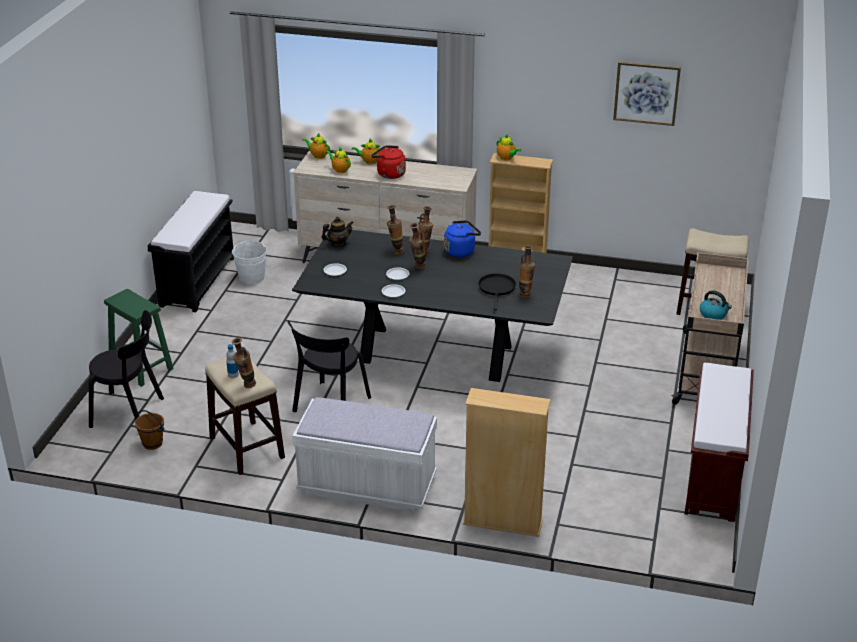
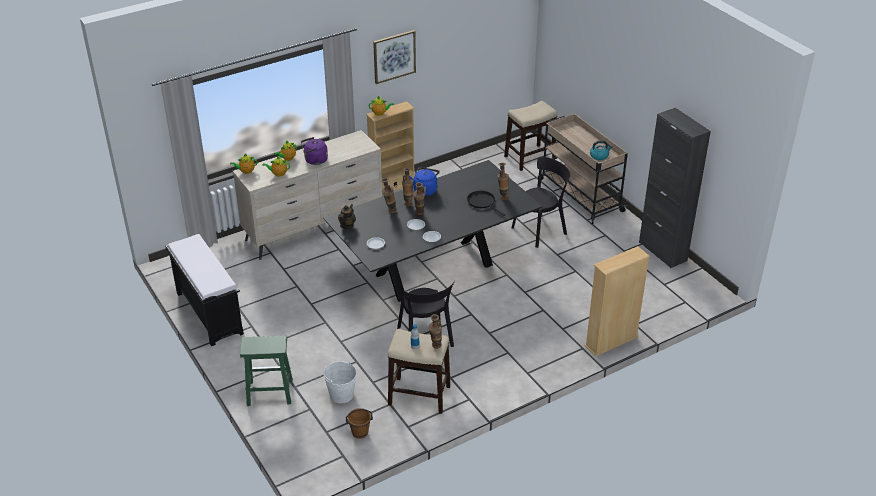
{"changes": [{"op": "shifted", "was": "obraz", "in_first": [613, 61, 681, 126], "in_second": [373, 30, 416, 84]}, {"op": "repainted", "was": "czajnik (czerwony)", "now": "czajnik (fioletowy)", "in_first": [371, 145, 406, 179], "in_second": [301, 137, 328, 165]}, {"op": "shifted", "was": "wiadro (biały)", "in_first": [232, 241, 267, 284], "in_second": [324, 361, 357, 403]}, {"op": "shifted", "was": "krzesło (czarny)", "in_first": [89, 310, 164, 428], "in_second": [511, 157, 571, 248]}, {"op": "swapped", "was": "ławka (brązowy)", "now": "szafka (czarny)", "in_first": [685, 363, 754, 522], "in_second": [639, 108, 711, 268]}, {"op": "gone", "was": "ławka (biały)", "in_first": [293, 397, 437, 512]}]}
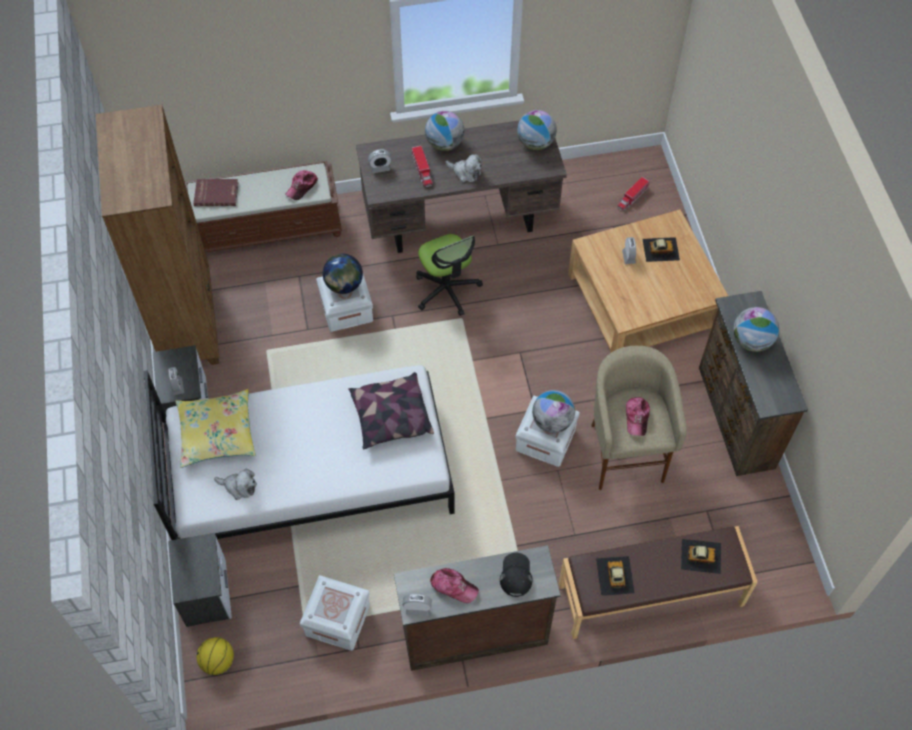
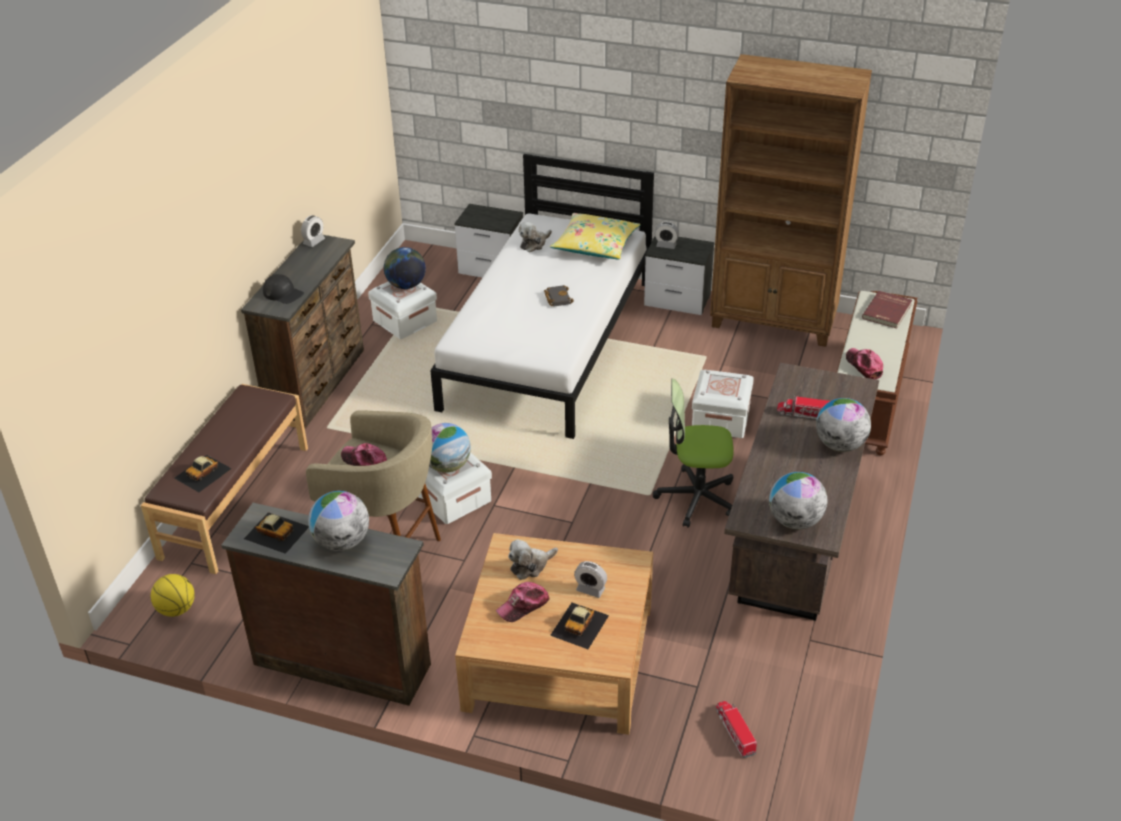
{"changes": [{"op": "gone", "was": "budzik", "in_first": [368, 149, 392, 173]}, {"op": "shifted", "was": "pluszak", "in_first": [445, 154, 482, 182], "in_second": [508, 539, 558, 580]}, {"op": "shifted", "was": "globus", "in_first": [323, 254, 363, 294], "in_second": [384, 247, 426, 289]}, {"op": "gone", "was": "poduszka", "in_first": [348, 372, 434, 449]}, {"op": "shifted", "was": "samochodzik", "in_first": [596, 556, 635, 596], "in_second": [244, 512, 309, 554]}, {"op": "shifted", "was": "czapka z daszkiem", "in_first": [430, 568, 479, 603], "in_second": [496, 582, 550, 622]}, {"op": "shifted", "was": "piłka do koszykówki", "in_first": [197, 637, 234, 675], "in_second": [151, 574, 195, 617]}, {"op": "new", "now": "książka (czarny)", "in_second": [544, 285, 574, 307]}]}
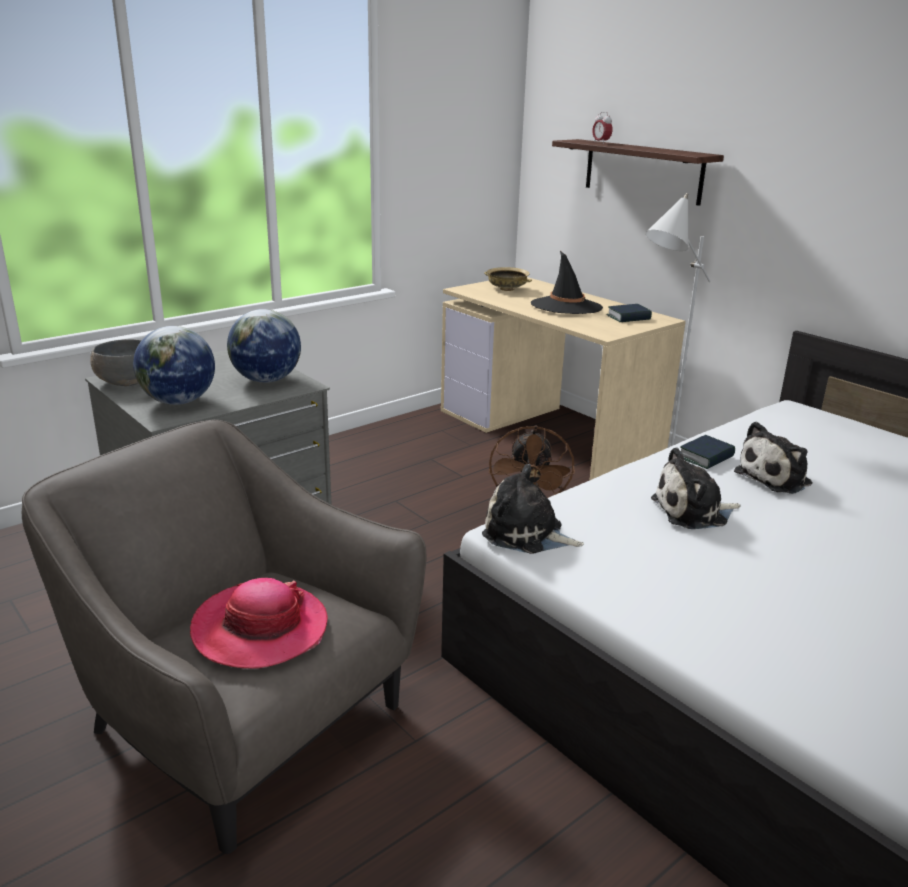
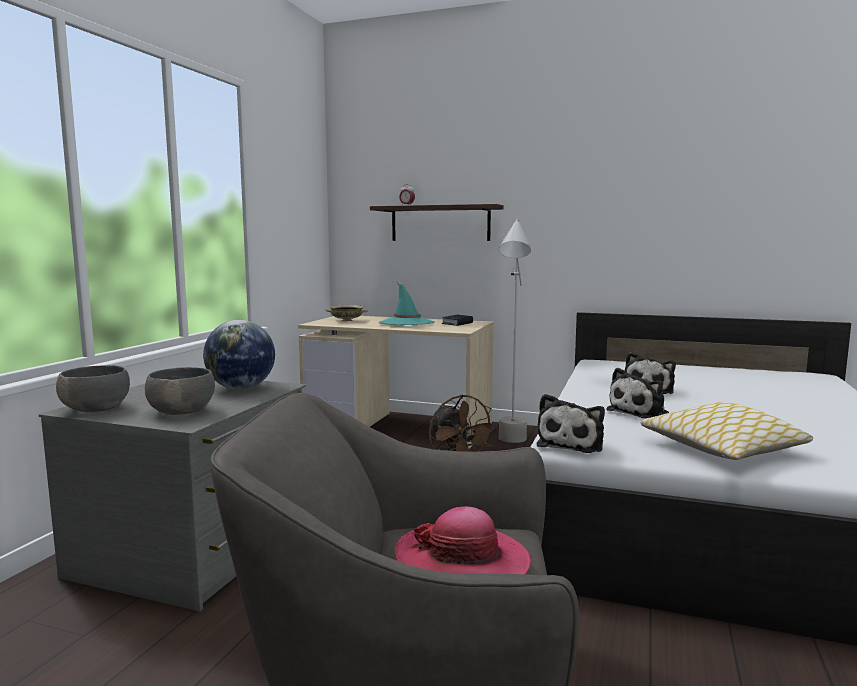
{"changes": [{"op": "repainted", "was": "kapelusz (czarny)", "now": "kapelusz (turkusowy)", "in_first": [531, 251, 603, 314], "in_second": [379, 281, 434, 325]}, {"op": "swapped", "was": "globus", "now": "miska (szary)", "in_first": [133, 326, 215, 405], "in_second": [145, 367, 215, 415]}, {"op": "gone", "was": "książka", "in_first": [680, 435, 735, 469]}, {"op": "rotated", "was": "pluszak", "in_first": [482, 464, 584, 554], "in_second": [537, 394, 605, 453], "clockwise": -60}, {"op": "new", "now": "poduszka", "in_second": [641, 402, 813, 460]}]}
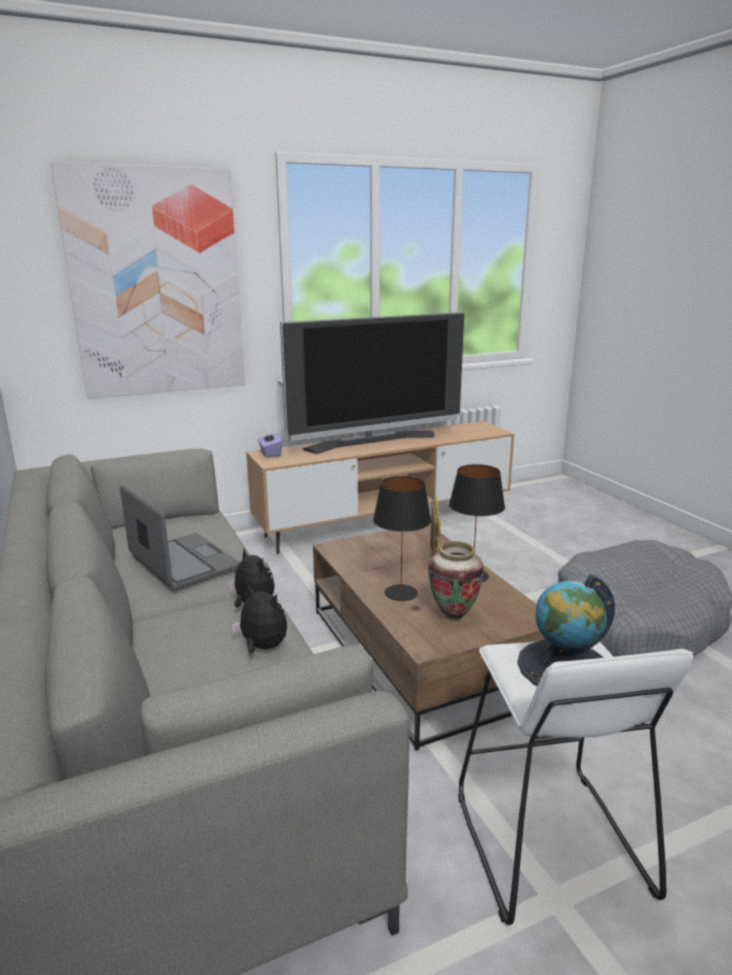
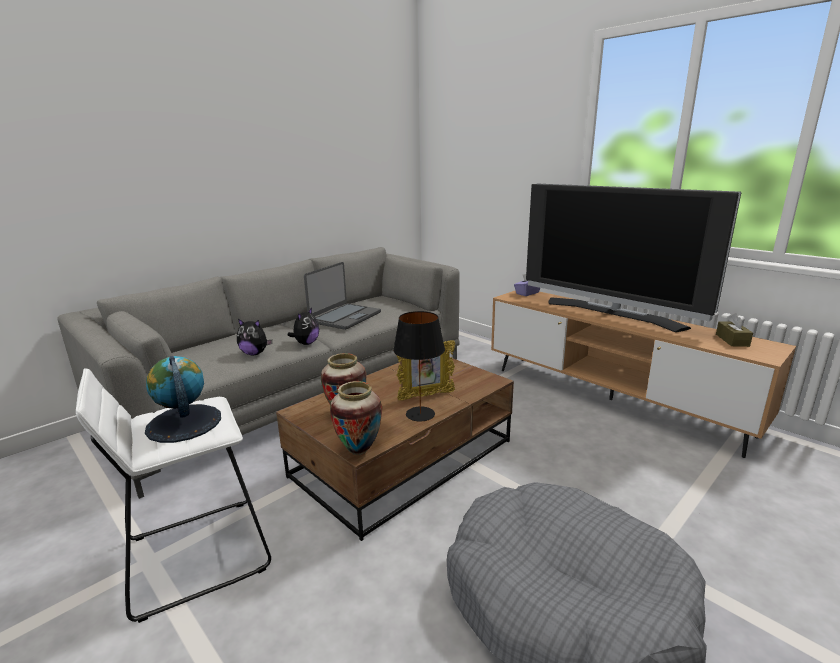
{"changes": [{"op": "gone", "was": "obraz", "in_first": [51, 161, 245, 399]}, {"op": "gone", "was": "lampa stołowa (czarny)", "in_first": [373, 476, 432, 601]}, {"op": "rotated", "was": "pluszak", "in_first": [231, 585, 287, 653], "in_second": [237, 319, 272, 355], "clockwise": 90}, {"op": "new", "now": "pudełko chusteczek (brązowy)", "in_second": [716, 313, 753, 347]}, {"op": "new", "now": "wazon", "in_second": [330, 381, 382, 455]}]}
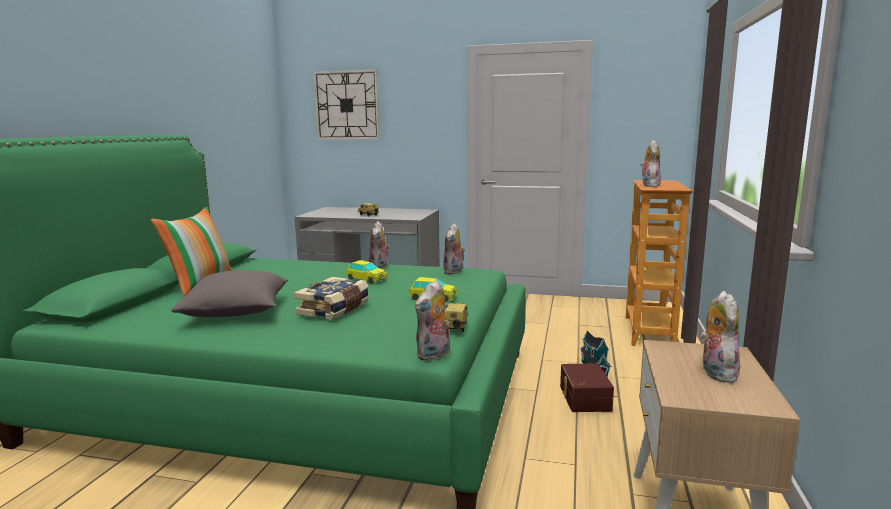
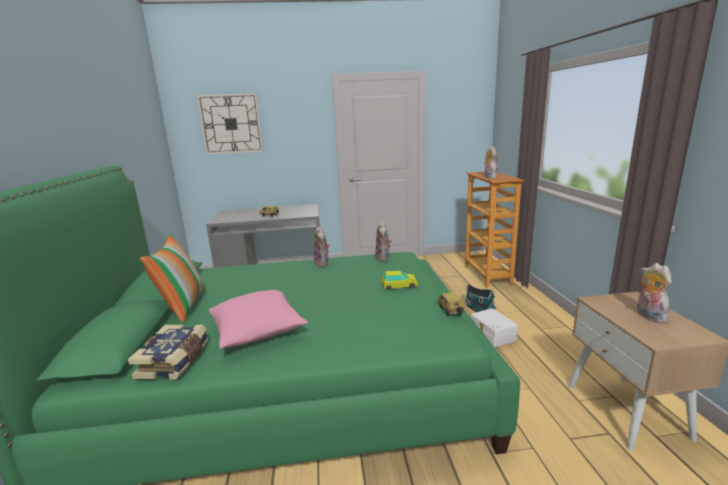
{"changes": [{"op": "gone", "was": "samochodzik", "in_first": [346, 260, 388, 284]}, {"op": "repainted", "was": "poduszka (szary)", "now": "poduszka (różowy)", "in_first": [172, 270, 288, 317], "in_second": [209, 290, 308, 349]}, {"op": "shifted", "was": "książka", "in_first": [294, 277, 369, 320], "in_second": [128, 325, 208, 380]}, {"op": "gone", "was": "pluszak", "in_first": [415, 280, 450, 361]}, {"op": "repainted", "was": "pojemnik do przechowywania (brązowy)", "now": "pojemnik do przechowywania (biały)", "in_first": [560, 363, 614, 412], "in_second": [471, 308, 518, 347]}]}
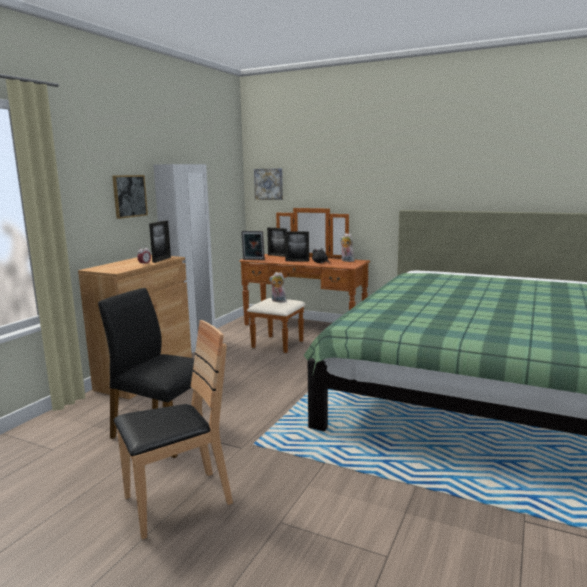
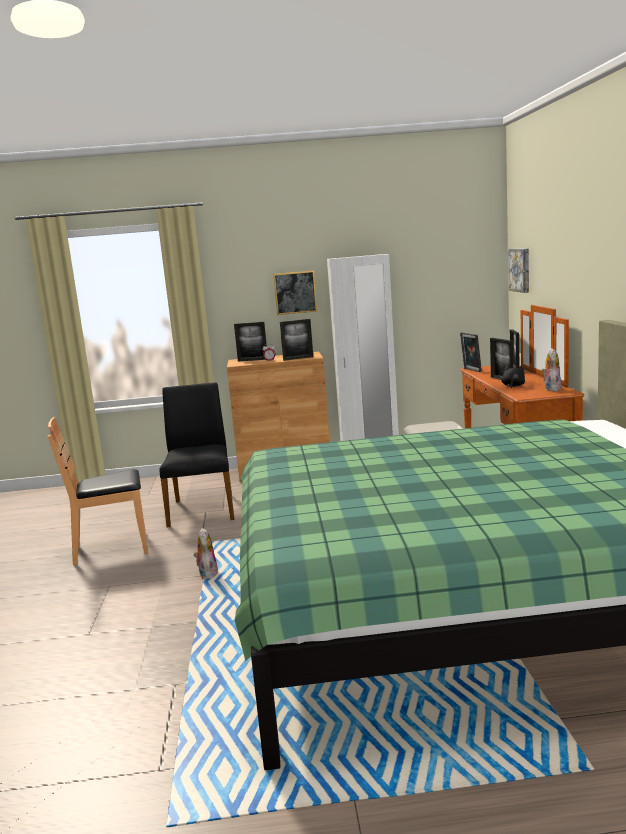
{"changes": [{"op": "shifted", "was": "pluszak", "in_first": [269, 272, 287, 302], "in_second": [194, 528, 218, 579]}, {"op": "rotated", "was": "krzesło (brązowy)", "in_first": [114, 320, 233, 539], "in_second": [48, 417, 148, 565], "clockwise": 135}, {"op": "new", "now": "ramka na zdjęcie", "in_second": [234, 322, 267, 362]}]}
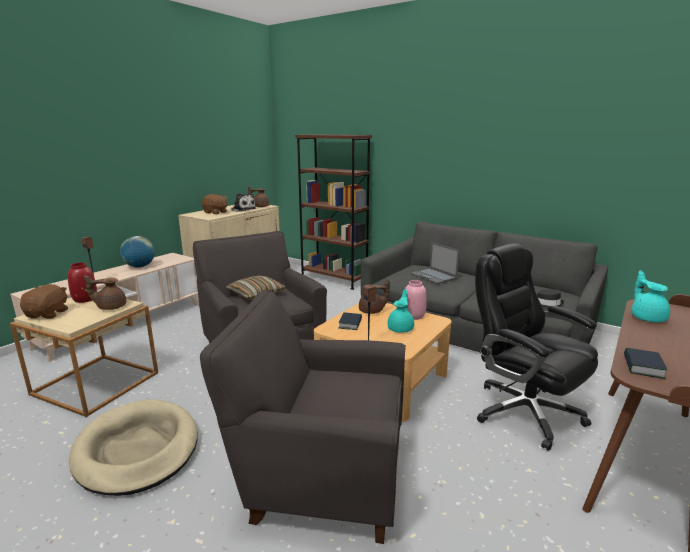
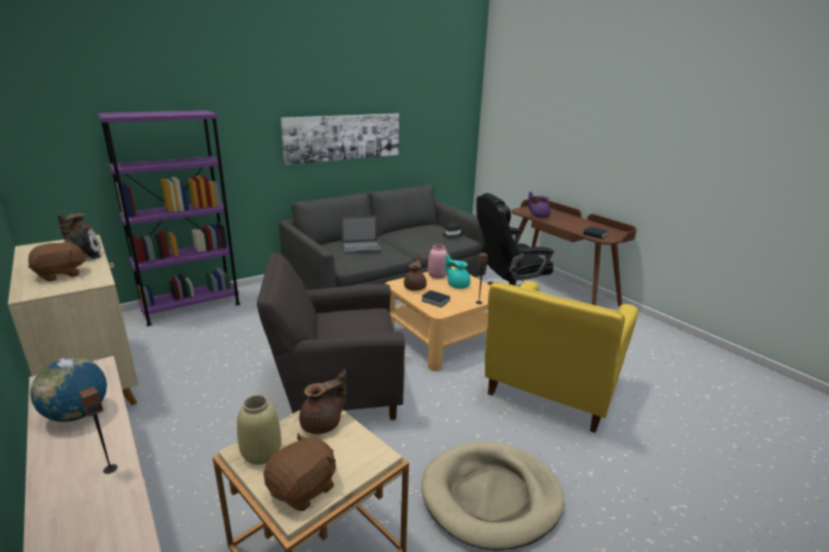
{"changes": [{"op": "repainted", "was": "regał (brązowy)", "now": "regał (fioletowy)", "in_first": [295, 135, 372, 290], "in_second": [97, 110, 240, 326]}, {"op": "repainted", "was": "wazon (czerwony)", "now": "wazon (beżowy)", "in_first": [68, 263, 97, 303], "in_second": [237, 395, 281, 465]}, {"op": "repainted", "was": "imbryk (turkusowy)", "now": "imbryk (fioletowy)", "in_first": [631, 271, 670, 322], "in_second": [528, 191, 551, 218]}, {"op": "rotated", "was": "imbryk (brązowy)", "in_first": [84, 275, 126, 310], "in_second": [299, 369, 347, 434], "clockwise": -135}, {"op": "gone", "was": "poduszka", "in_first": [226, 276, 285, 300]}, {"op": "rotated", "was": "pluszak (brązowy)", "in_first": [20, 284, 68, 319], "in_second": [263, 433, 336, 511], "clockwise": 105}, {"op": "repainted", "was": "fotel (szary)", "now": "fotel (żółty)", "in_first": [200, 290, 406, 544], "in_second": [485, 281, 639, 433]}, {"op": "new", "now": "obraz", "in_second": [281, 114, 399, 165]}]}
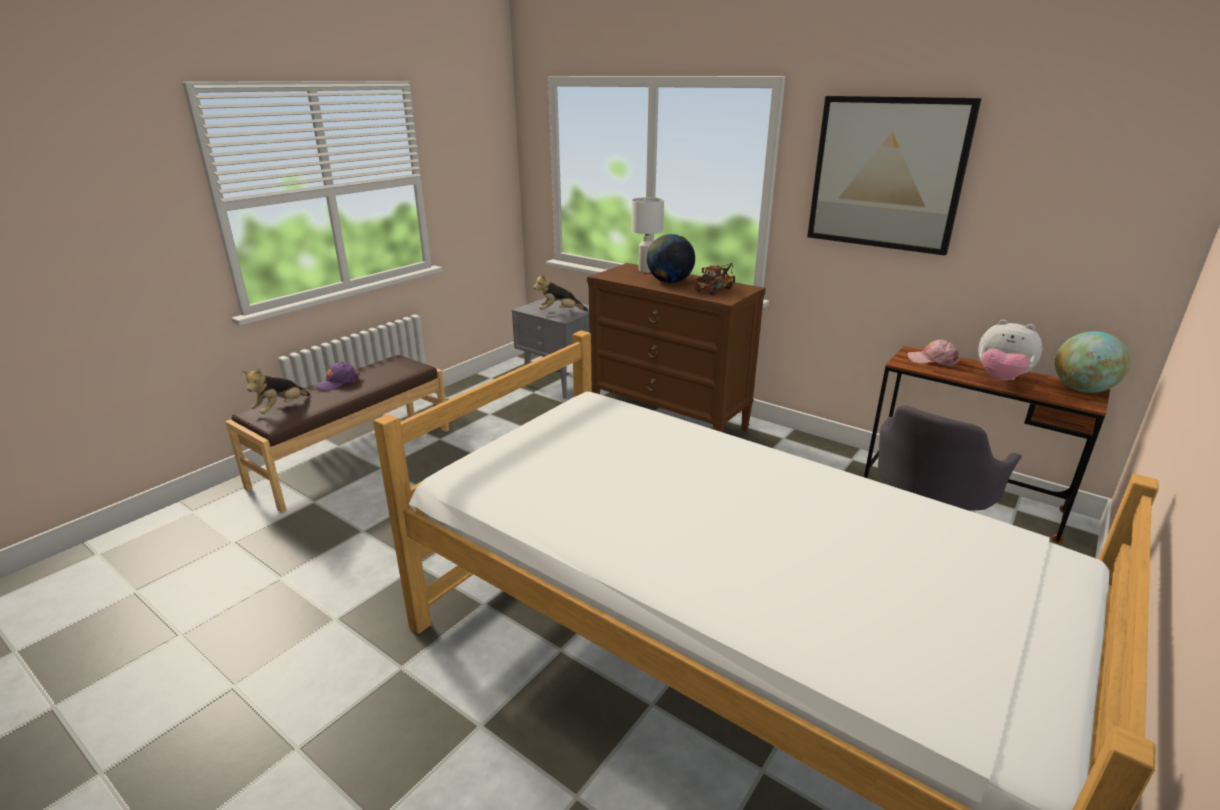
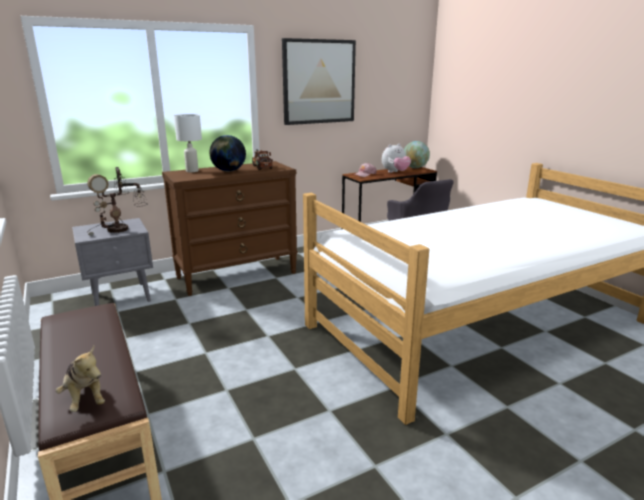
{"changes": [{"op": "swapped", "was": "pluszak", "now": "lampa stołowa", "in_first": [533, 274, 588, 311], "in_second": [87, 167, 145, 236]}, {"op": "gone", "was": "czapka z daszkiem (fioletowy)", "in_first": [314, 362, 360, 391]}]}
